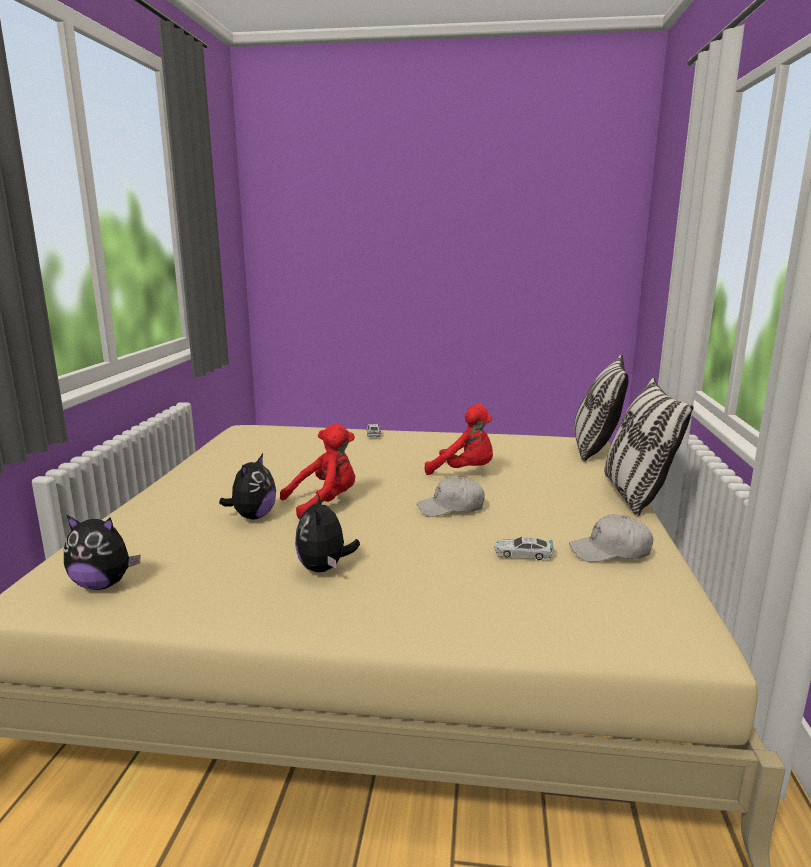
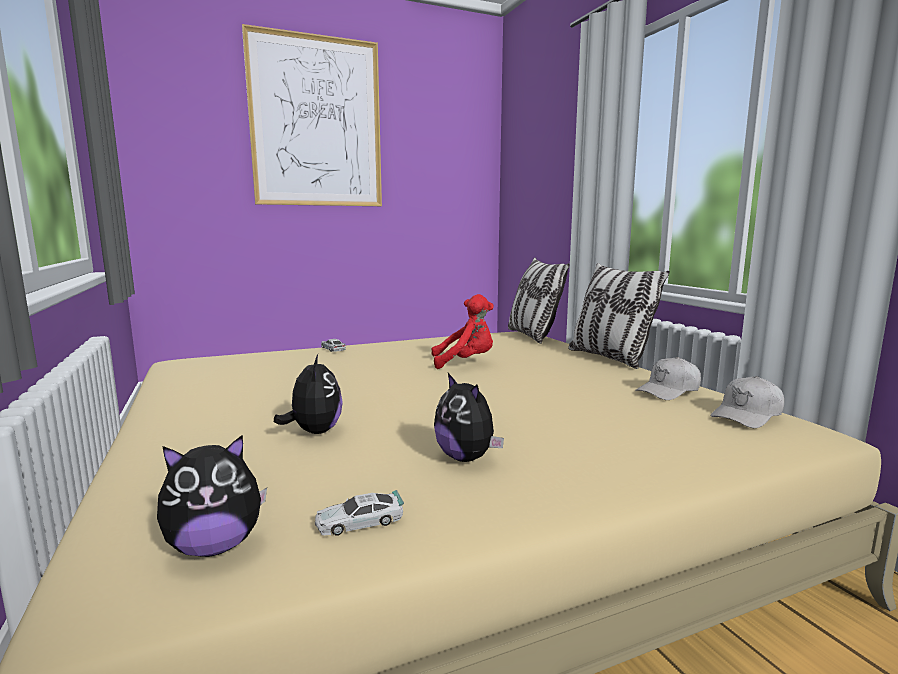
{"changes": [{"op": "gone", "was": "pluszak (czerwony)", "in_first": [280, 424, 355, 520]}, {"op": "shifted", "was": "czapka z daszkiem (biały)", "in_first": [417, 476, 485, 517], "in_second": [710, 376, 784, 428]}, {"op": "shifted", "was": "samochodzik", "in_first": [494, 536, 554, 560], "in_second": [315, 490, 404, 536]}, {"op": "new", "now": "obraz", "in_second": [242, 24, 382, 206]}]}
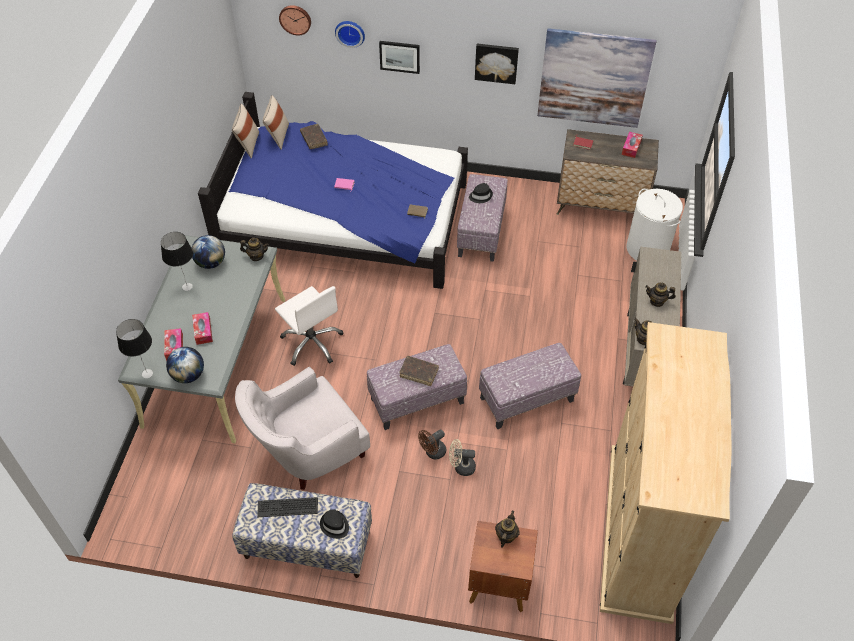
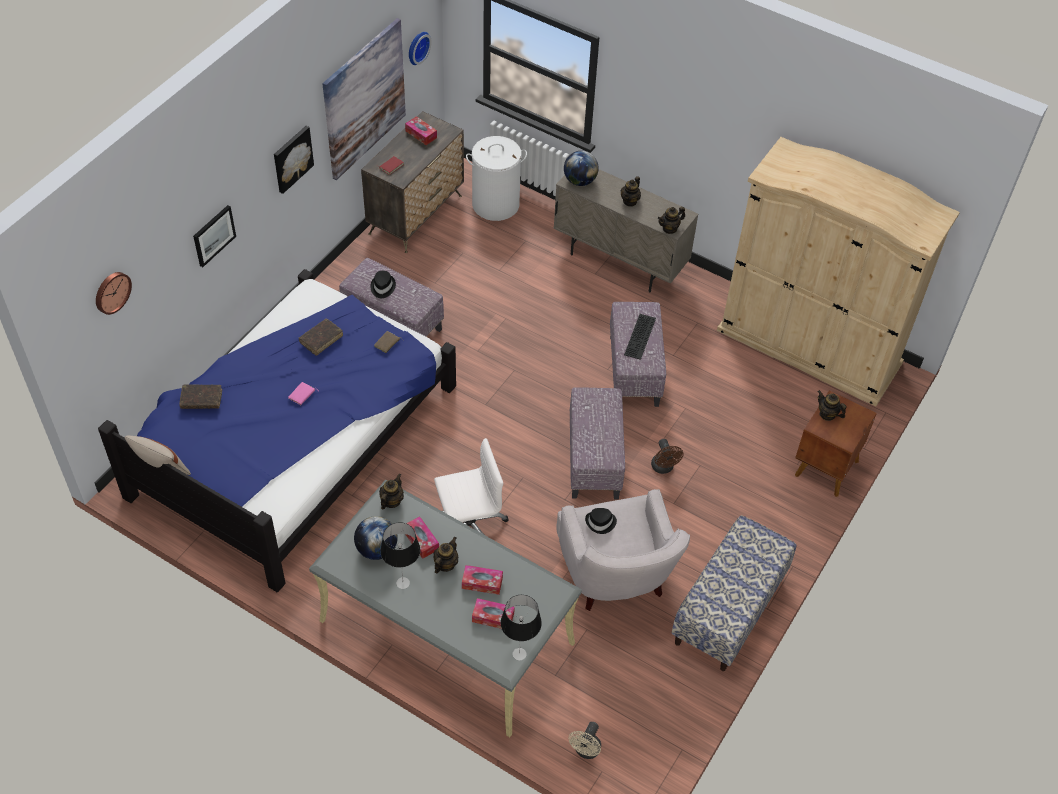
{"changes": [{"op": "shifted", "was": "zegar ścienny", "in_first": [335, 21, 365, 48], "in_second": [409, 32, 432, 65]}, {"op": "gone", "was": "poduszka (beżowy)", "in_first": [263, 95, 289, 150]}, {"op": "shifted", "was": "globus", "in_first": [166, 347, 204, 383], "in_second": [564, 151, 599, 186]}, {"op": "shifted", "was": "książka (brązowy)", "in_first": [399, 356, 439, 386], "in_second": [299, 319, 343, 356]}, {"op": "shifted", "was": "wentylator (beżowy)", "in_first": [449, 439, 476, 476], "in_second": [569, 722, 601, 759]}, {"op": "shifted", "was": "klawiatura", "in_first": [257, 497, 318, 517], "in_second": [624, 314, 656, 360]}, {"op": "shifted", "was": "kapelusz (czarny)", "in_first": [320, 509, 349, 539], "in_second": [585, 508, 617, 534]}, {"op": "new", "now": "pudełko chusteczek", "in_second": [405, 516, 439, 559]}, {"op": "new", "now": "imbryk", "in_second": [434, 537, 458, 573]}]}
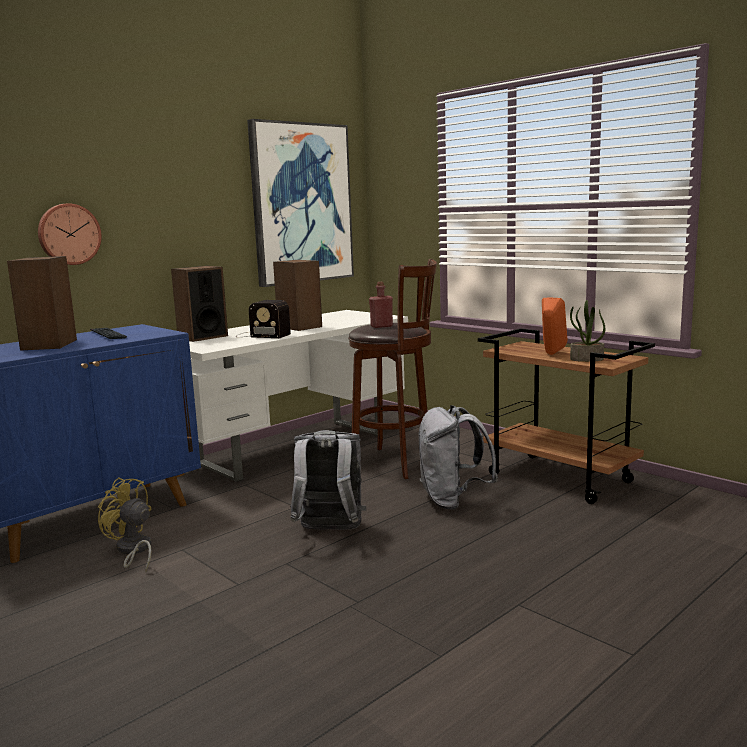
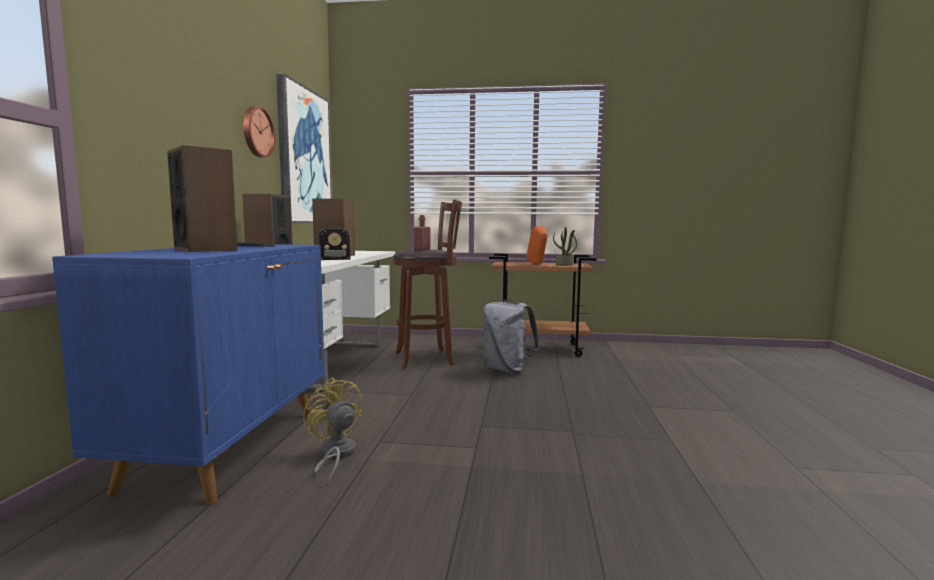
{"changes": [{"op": "shifted", "was": "zegar ścienny", "in_first": [38, 203, 102, 265], "in_second": [243, 106, 275, 157]}, {"op": "gone", "was": "plecak (szary)", "in_first": [290, 430, 366, 530]}, {"op": "rotated", "was": "wentylator (żółty)", "in_first": [97, 478, 151, 572], "in_second": [303, 377, 363, 483], "clockwise": 60}]}
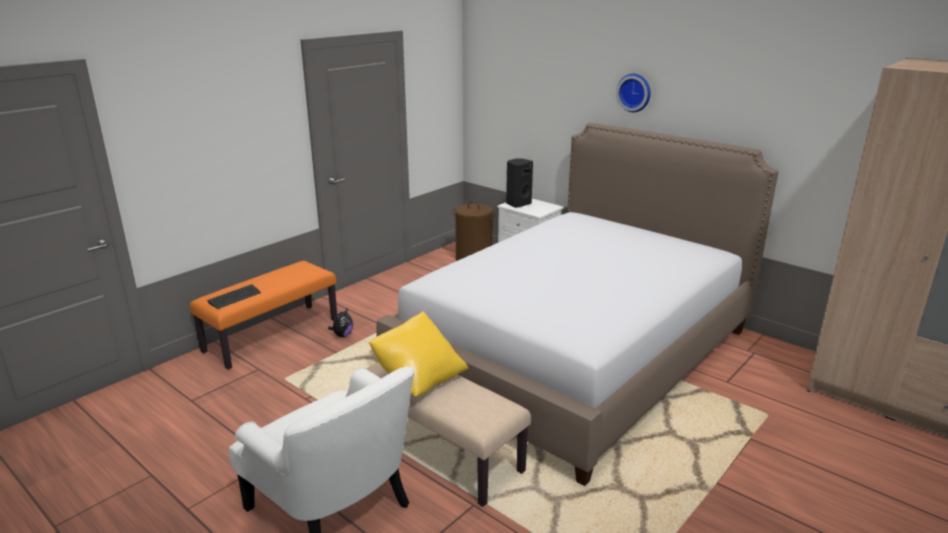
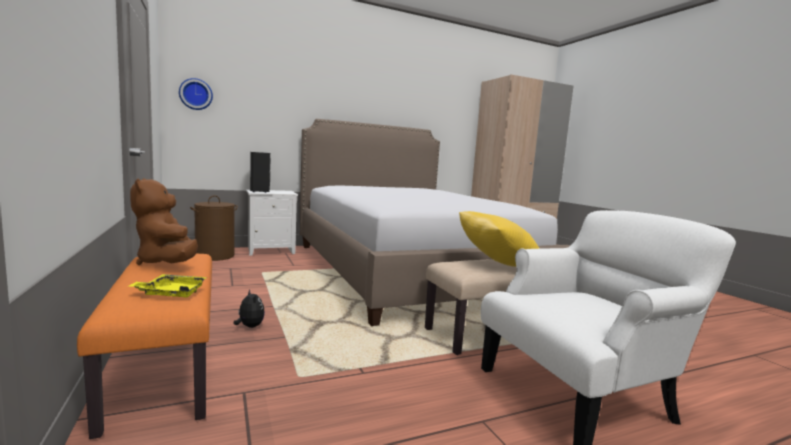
{"changes": [{"op": "shifted", "was": "zegar ścienny", "in_first": [616, 74, 651, 112], "in_second": [179, 78, 213, 110]}, {"op": "swapped", "was": "klawiatura", "now": "taca (żółty)", "in_first": [207, 284, 261, 309], "in_second": [129, 274, 208, 297]}, {"op": "new", "now": "pluszak (brązowy)", "in_second": [130, 178, 198, 265]}]}
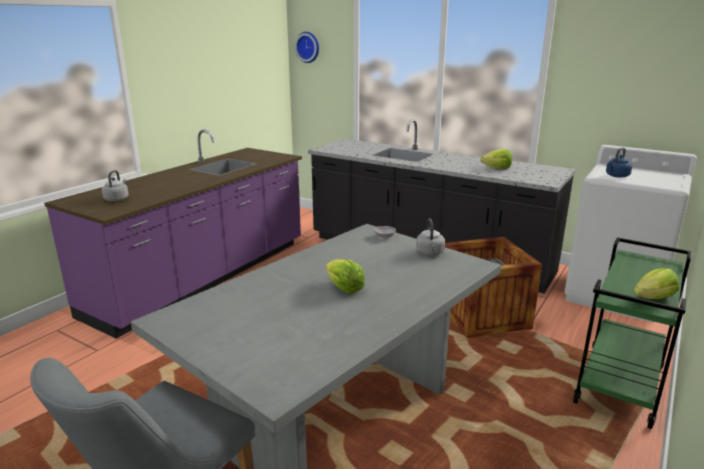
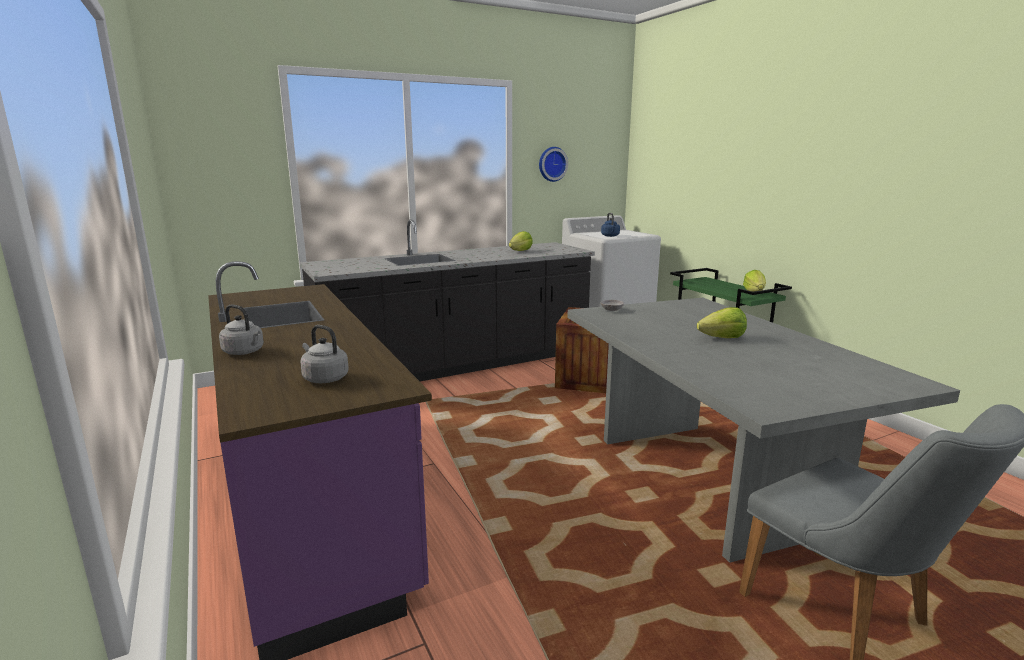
{"changes": [{"op": "shifted", "was": "zegar ścienny", "in_first": [295, 32, 319, 63], "in_second": [539, 147, 568, 182]}, {"op": "shifted", "was": "czajnik (szary)", "in_first": [416, 218, 445, 256], "in_second": [219, 305, 264, 355]}]}
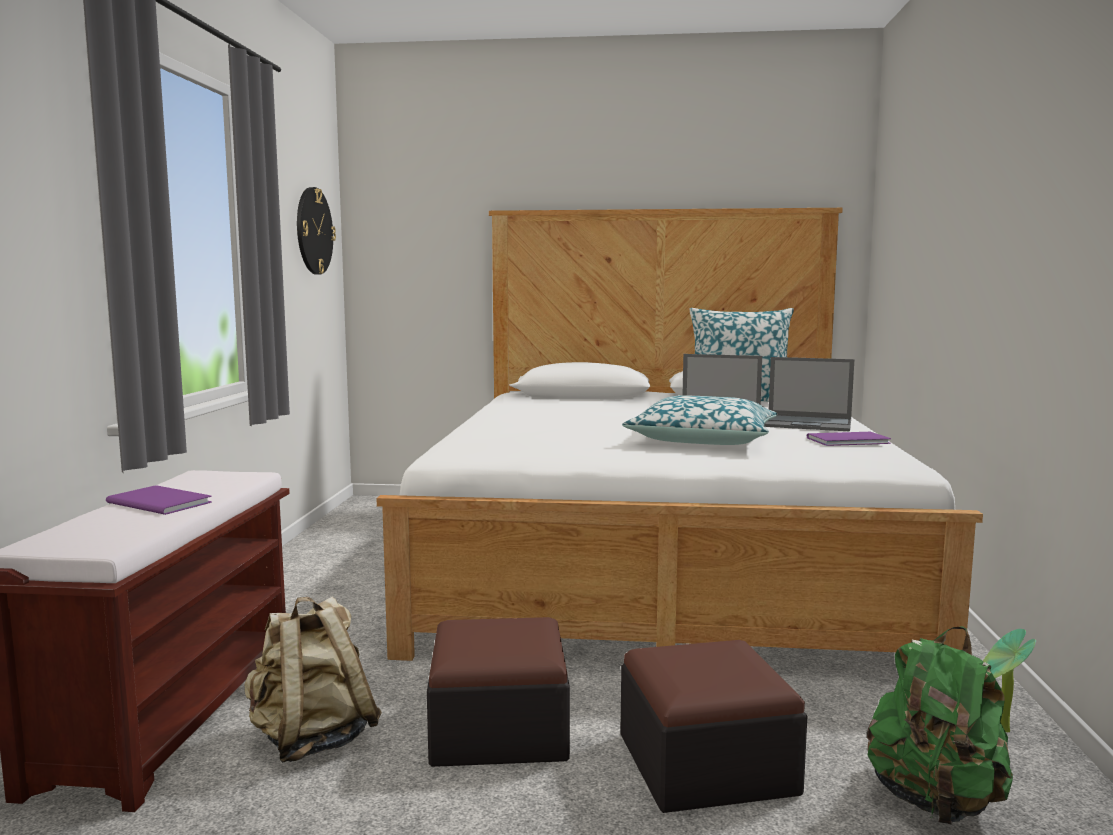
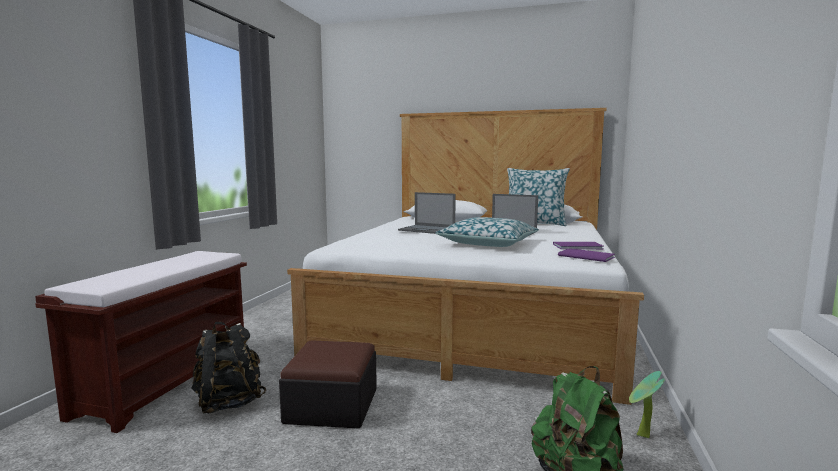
{"changes": [{"op": "gone", "was": "zegar ścienny", "in_first": [297, 187, 336, 275]}, {"op": "shifted", "was": "laptop", "in_first": [764, 357, 854, 431], "in_second": [398, 192, 456, 234]}, {"op": "shifted", "was": "książka (fioletowy)", "in_first": [106, 485, 212, 515], "in_second": [558, 248, 615, 262]}, {"op": "repainted", "was": "plecak (beżowy)", "now": "plecak (czarny)", "in_first": [245, 596, 382, 763], "in_second": [191, 322, 266, 414]}, {"op": "gone", "was": "pufa", "in_first": [620, 640, 807, 813]}]}
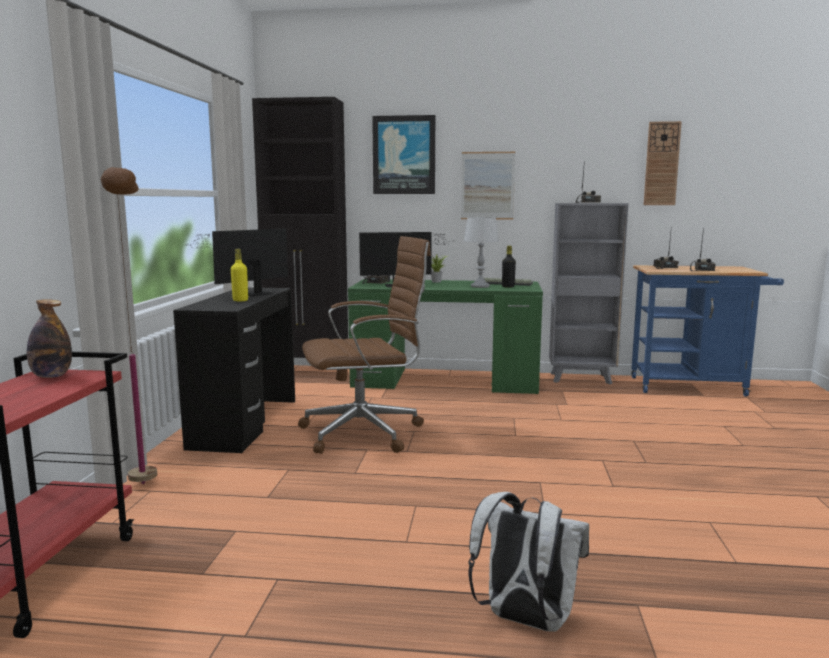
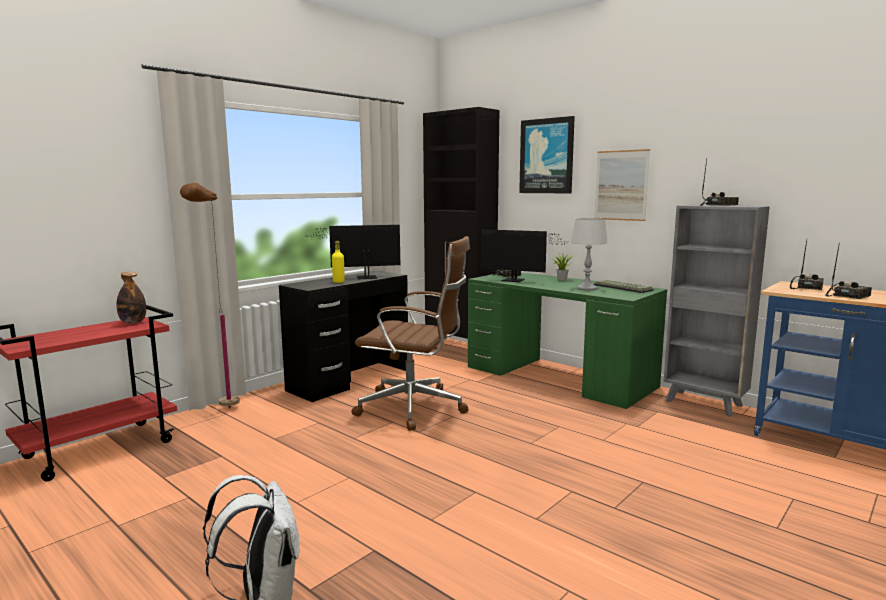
{"changes": [{"op": "gone", "was": "zegar ścienny", "in_first": [644, 121, 682, 205]}, {"op": "gone", "was": "butelka (czarny)", "in_first": [502, 246, 516, 288]}]}
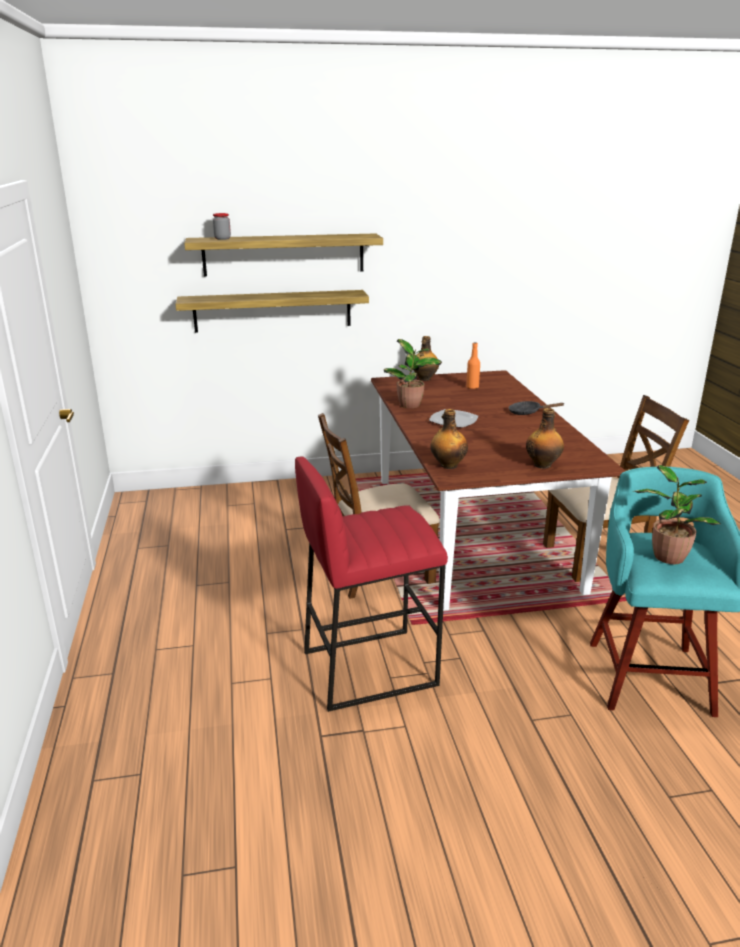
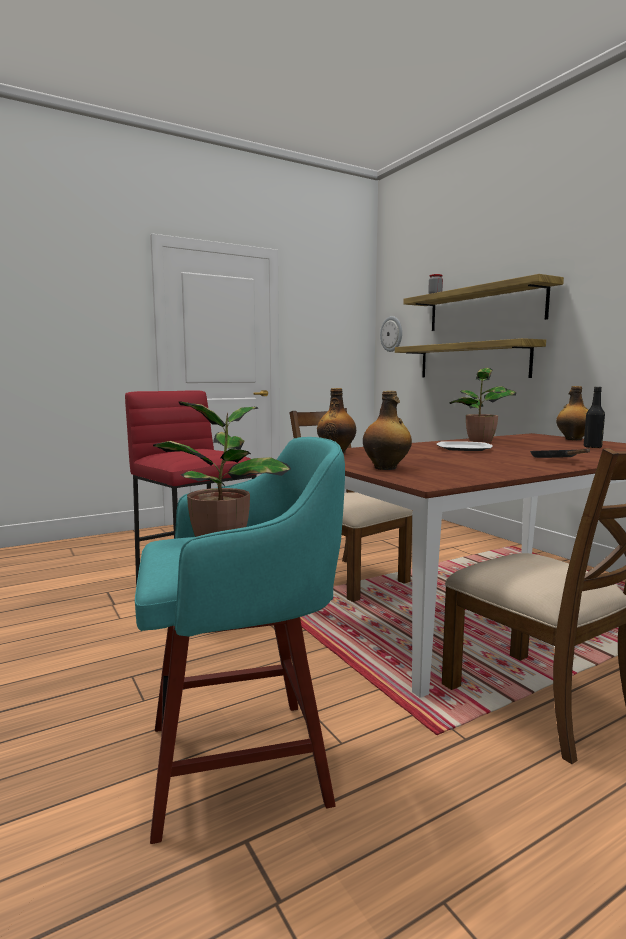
{"changes": [{"op": "repainted", "was": "butelka (pomarańczowy)", "now": "butelka (czarny)", "in_first": [466, 342, 480, 389], "in_second": [584, 387, 605, 448]}, {"op": "new", "now": "zegar ścienny", "in_second": [380, 316, 402, 352]}]}
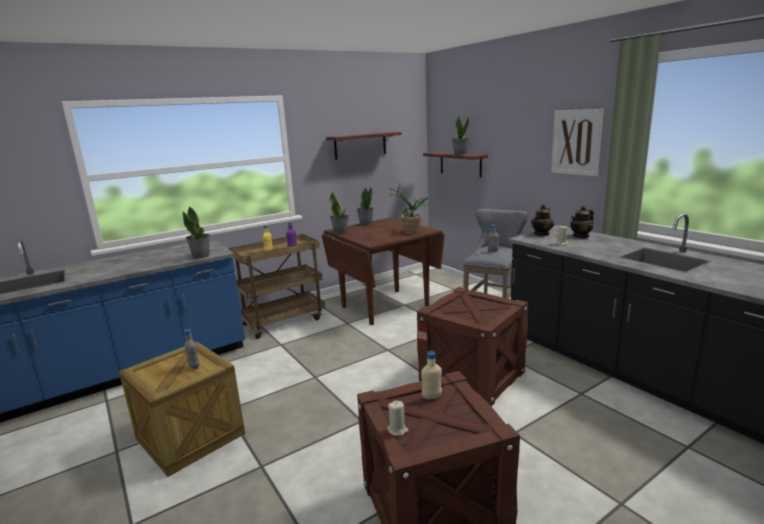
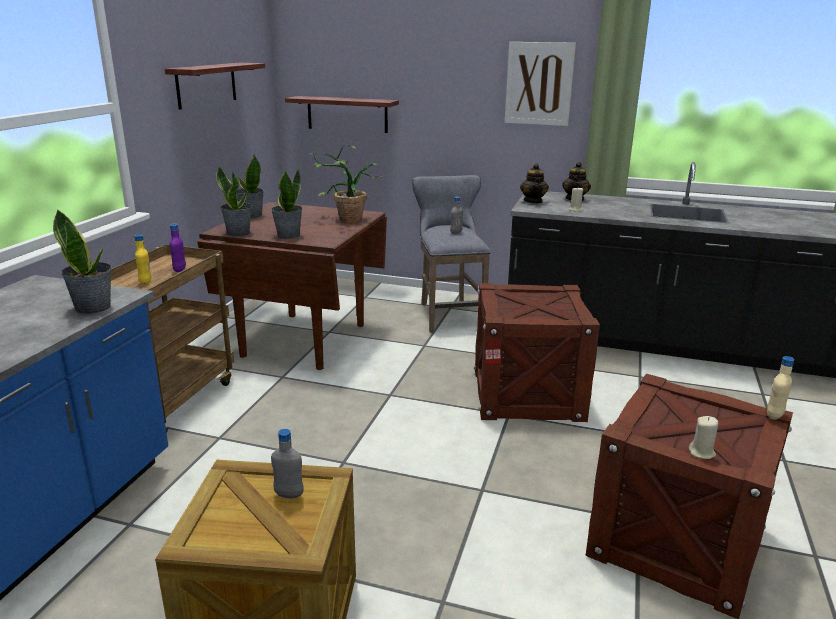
{"changes": [{"op": "shifted", "was": "roślina doniczkowa", "in_first": [452, 117, 469, 155], "in_second": [271, 169, 303, 239]}, {"op": "shifted", "was": "butelka (beżowy)", "in_first": [421, 351, 442, 400], "in_second": [767, 356, 794, 420]}]}
